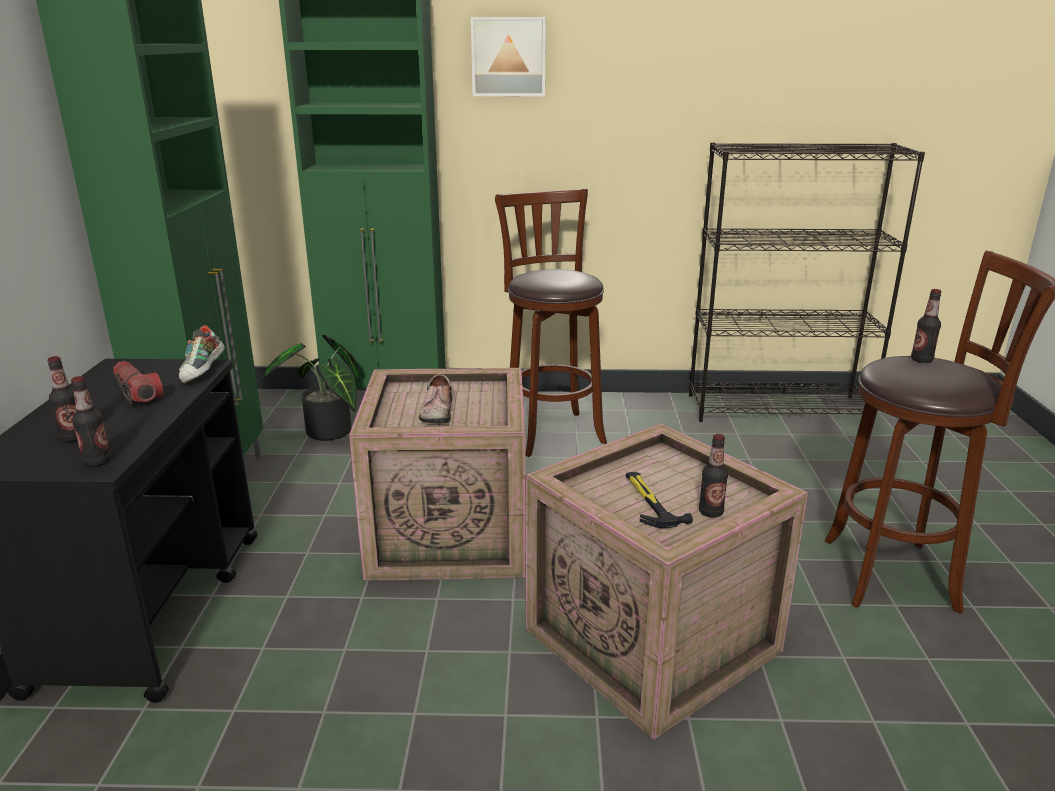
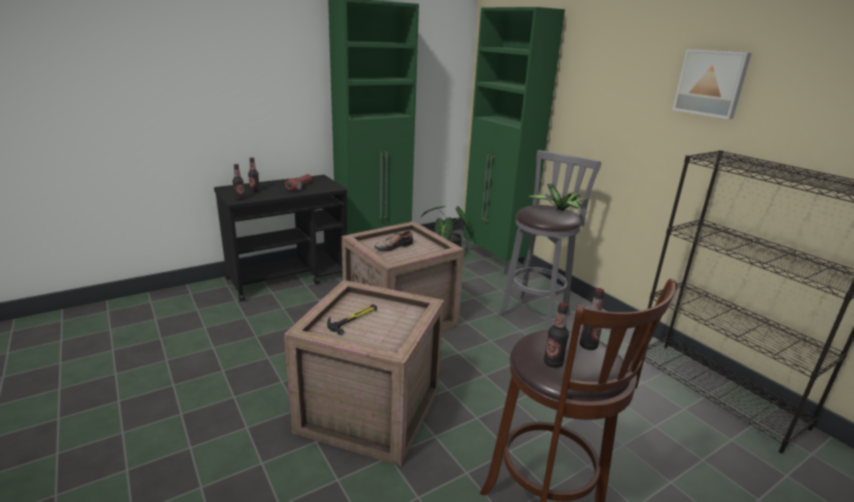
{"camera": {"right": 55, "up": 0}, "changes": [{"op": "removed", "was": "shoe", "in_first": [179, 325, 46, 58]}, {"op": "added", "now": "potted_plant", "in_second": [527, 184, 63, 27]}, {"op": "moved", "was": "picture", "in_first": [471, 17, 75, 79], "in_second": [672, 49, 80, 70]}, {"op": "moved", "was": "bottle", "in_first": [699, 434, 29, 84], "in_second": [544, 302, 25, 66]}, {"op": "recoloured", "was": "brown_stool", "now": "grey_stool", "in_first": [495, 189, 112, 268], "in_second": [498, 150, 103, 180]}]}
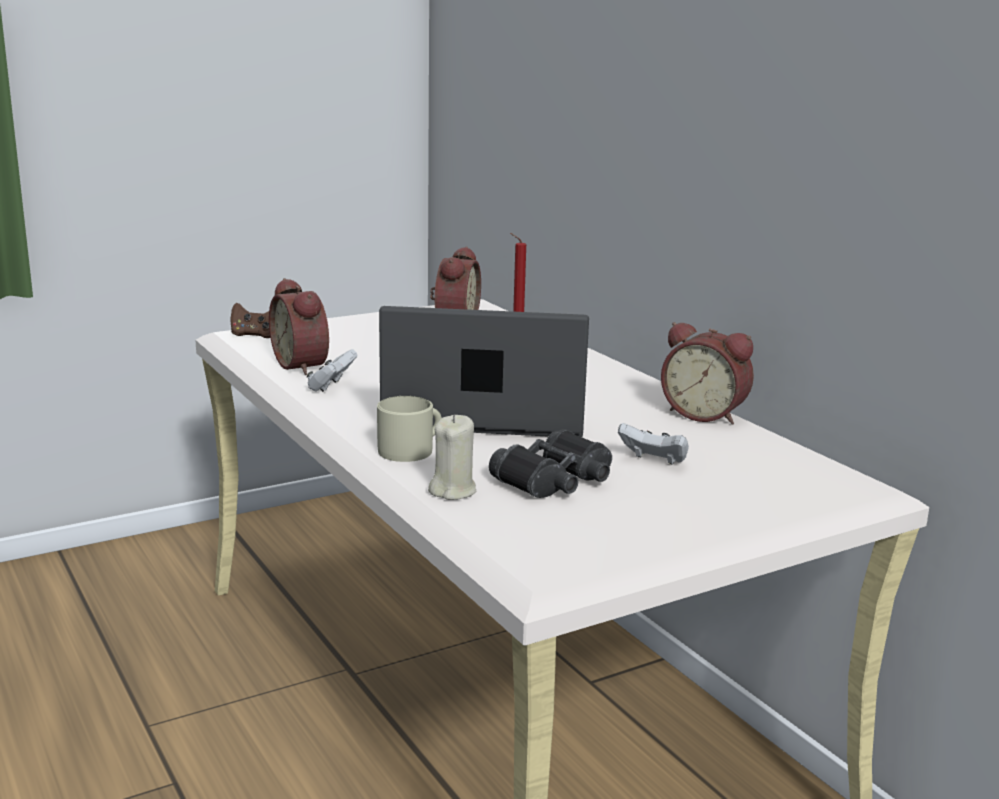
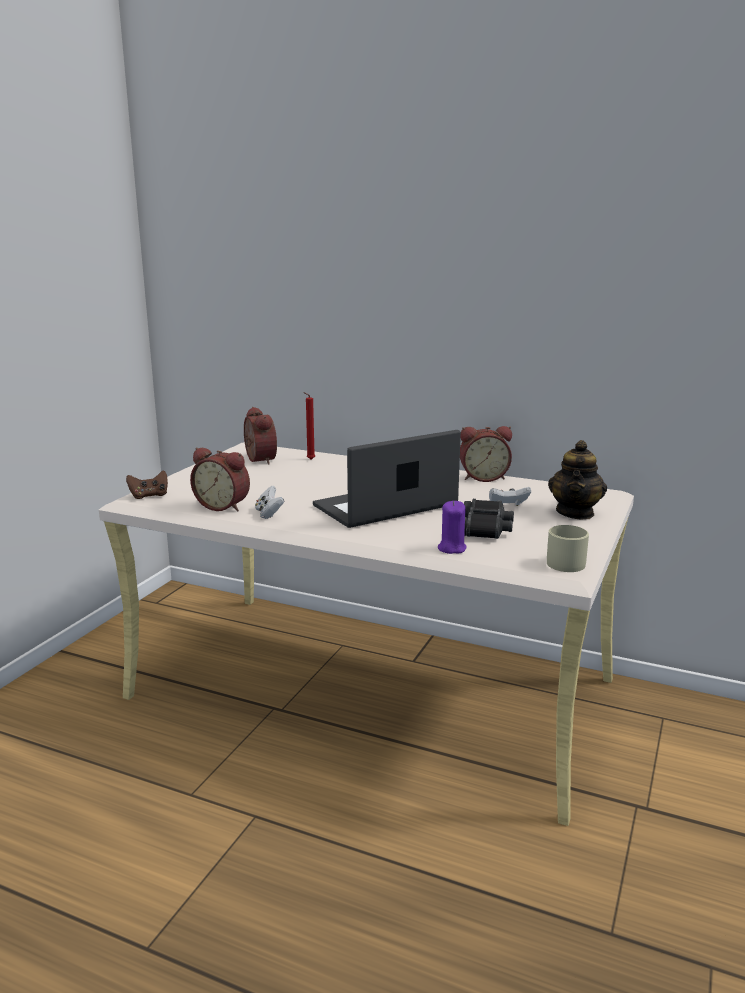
{"camera": {"right": -35, "up": 0}, "changes": [{"op": "added", "now": "teapot", "in_second": [548, 440, 59, 79]}, {"op": "moved", "was": "beige_mug", "in_first": [377, 396, 65, 66], "in_second": [547, 525, 42, 47]}, {"op": "recoloured", "was": "beige_candle", "now": "purple_candle", "in_first": [428, 414, 48, 86], "in_second": [438, 501, 29, 53]}]}
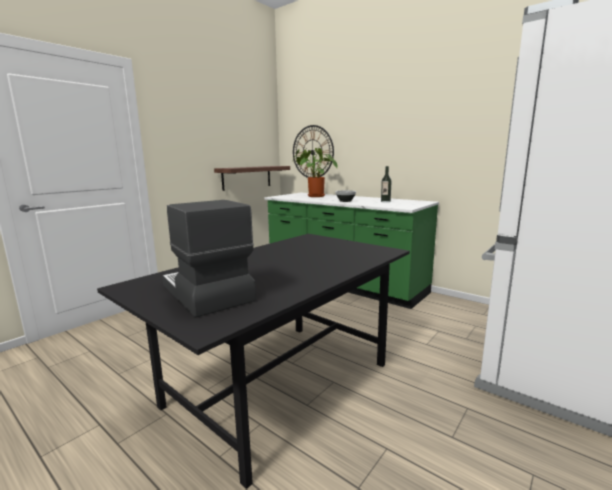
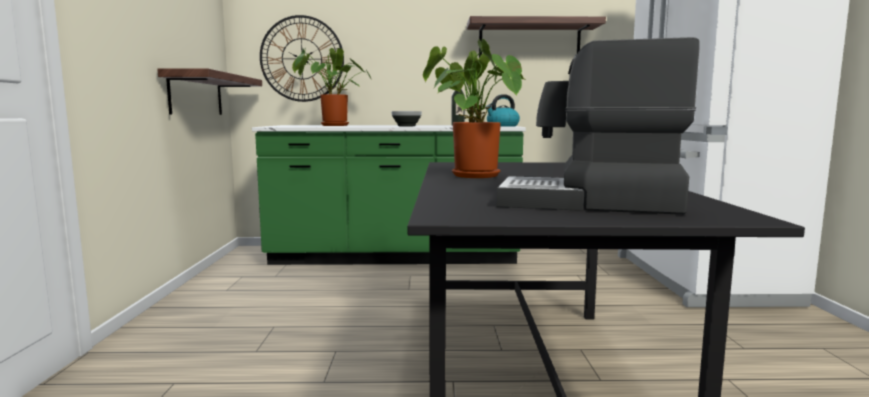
{"camera": {"right": -40, "up": -5}, "changes": [{"op": "added", "now": "potted_plant", "in_second": [423, 38, 104, 140]}, {"op": "added", "now": "shelf", "in_second": [467, 16, 139, 42]}, {"op": "added", "now": "kettle", "in_second": [485, 94, 35, 33]}]}
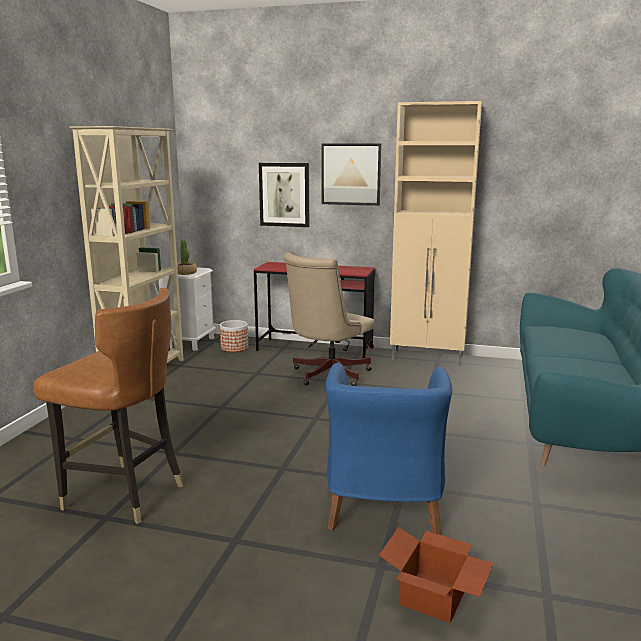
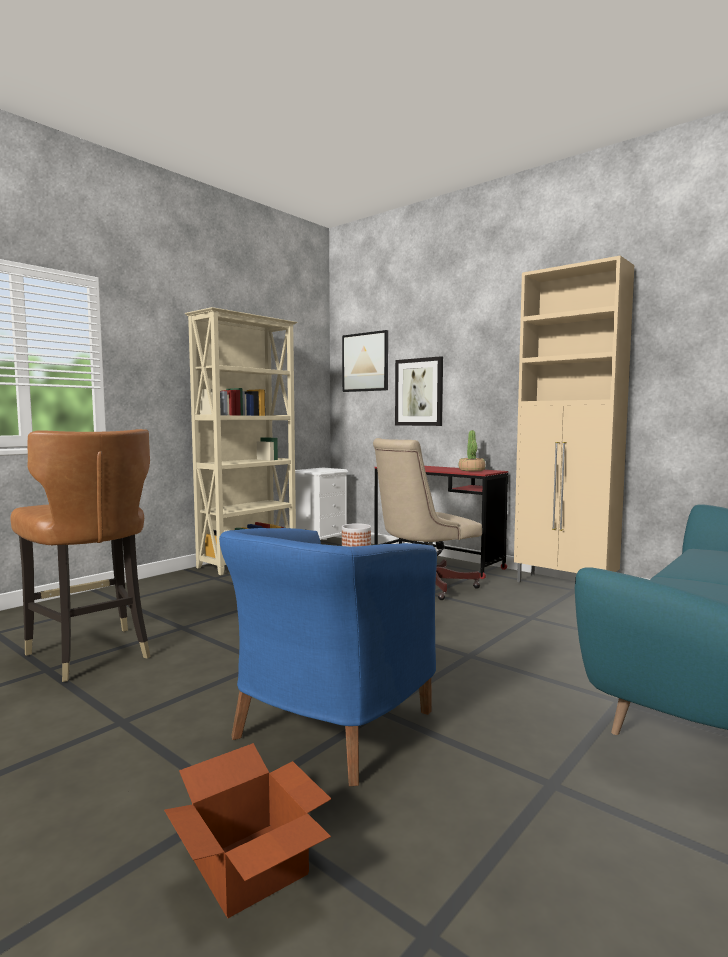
{"camera": {"right": 25, "up": -10}, "changes": [{"op": "moved", "was": "potted_plant", "in_first": [177, 240, 20, 35], "in_second": [458, 430, 28, 41]}, {"op": "moved", "was": "picture", "in_first": [321, 143, 60, 63], "in_second": [342, 330, 46, 62]}]}
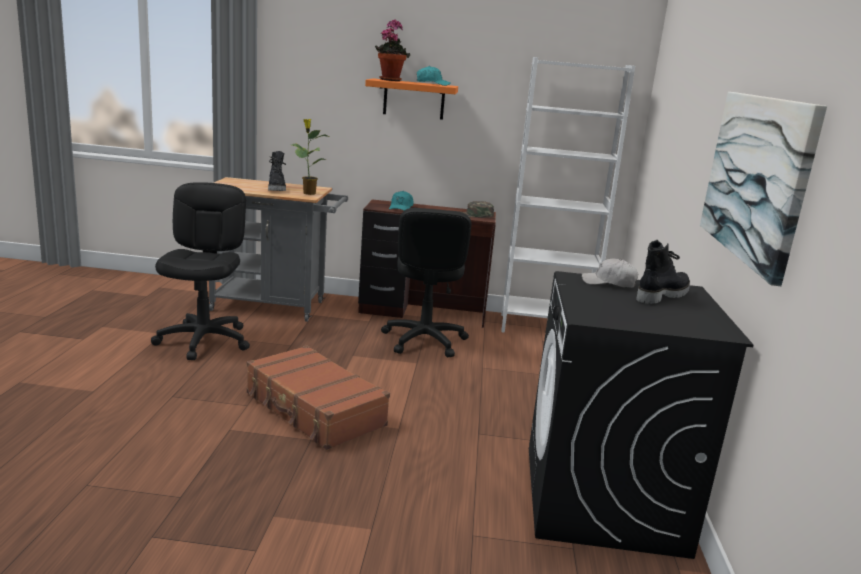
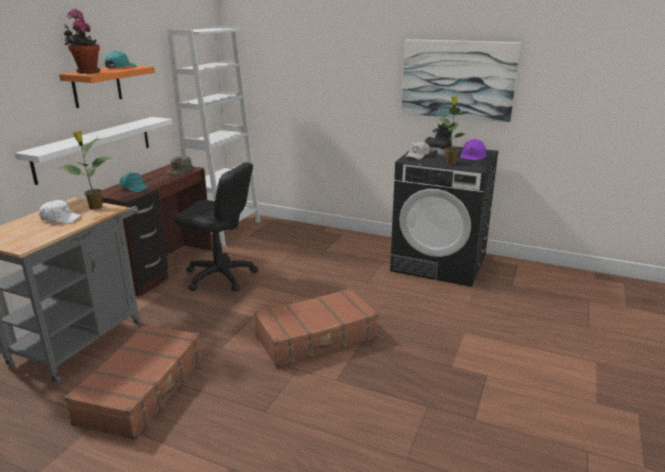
{"camera": {"right": -70, "up": 5}, "changes": [{"op": "added", "now": "white_shelf", "in_second": [15, 117, 158, 68]}, {"op": "added", "now": "potted_plant", "in_second": [438, 96, 34, 68]}, {"op": "added", "now": "purple_hard_hat", "in_second": [460, 139, 27, 21]}, {"op": "replaced", "was": "black_office_chair", "now": "brown_suitcase", "in_first": [151, 182, 99, 178], "in_second": [64, 324, 139, 116]}, {"op": "replaced", "was": "black_boot", "now": "white_cap", "in_first": [268, 151, 18, 40], "in_second": [39, 200, 43, 24]}]}
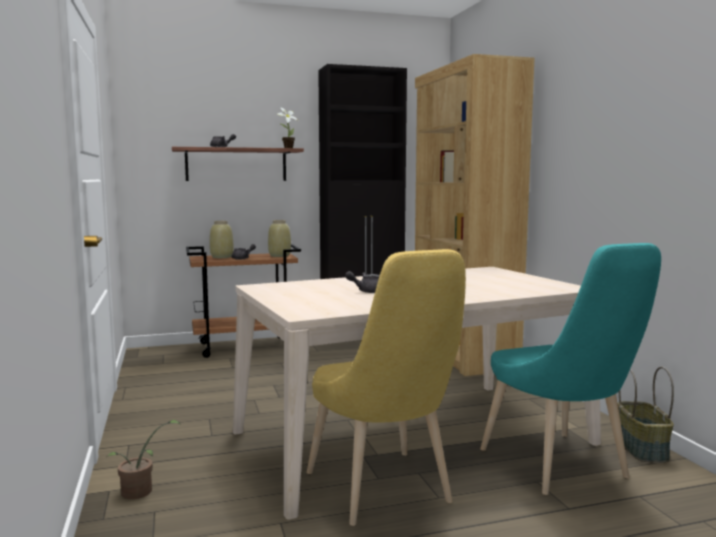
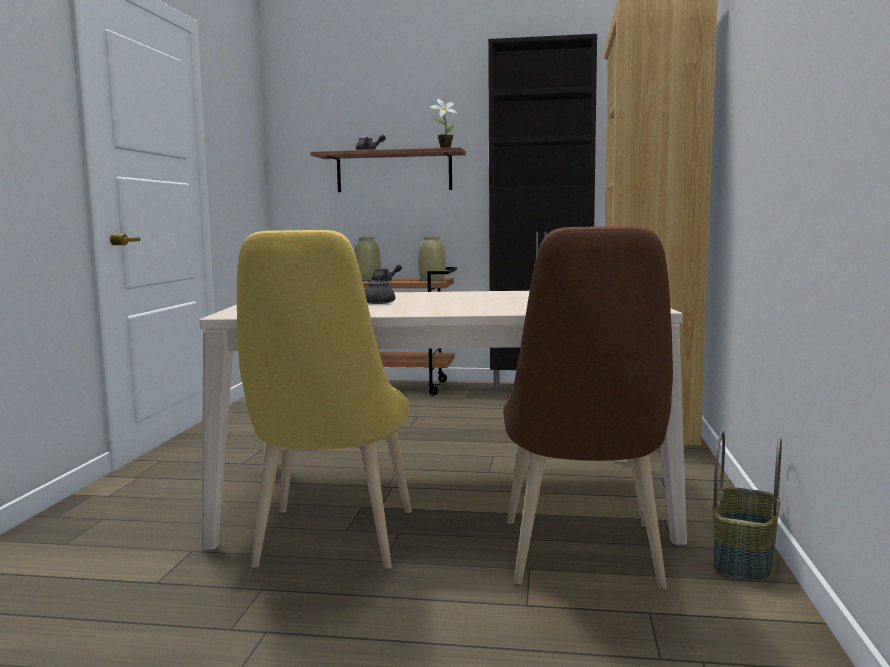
{"camera": {"right": 25, "up": 0}, "changes": [{"op": "removed", "was": "potted_plant", "in_first": [107, 420, 74, 79]}, {"op": "recoloured", "was": "turquoise_chair", "now": "brown_chair", "in_first": [480, 243, 181, 252], "in_second": [503, 226, 170, 363]}]}
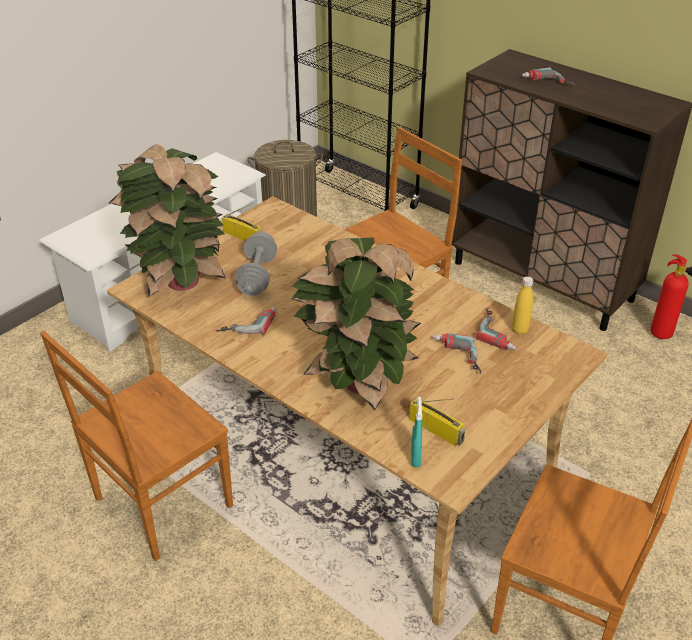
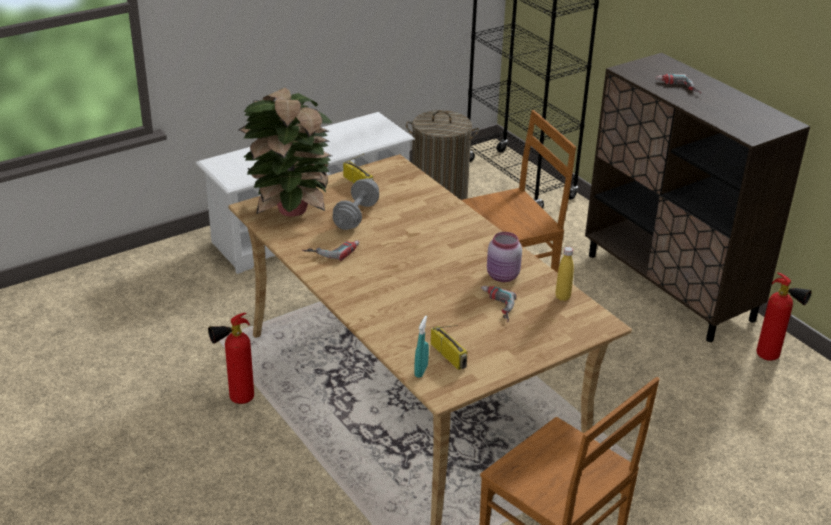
{"camera": {"right": 15, "up": -5}, "changes": [{"op": "removed", "was": "potted_plant", "in_first": [292, 238, 129, 172]}, {"op": "removed", "was": "power_drill", "in_first": [476, 307, 40, 43]}, {"op": "added", "now": "pink_jar", "in_second": [487, 232, 35, 50]}, {"op": "replaced", "was": "brown_chair", "now": "fire_extinguisher", "in_first": [40, 331, 193, 230], "in_second": [208, 313, 46, 91]}]}
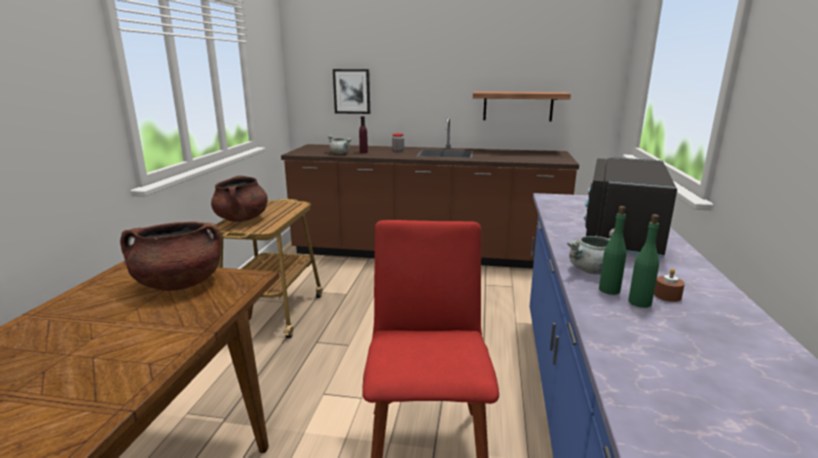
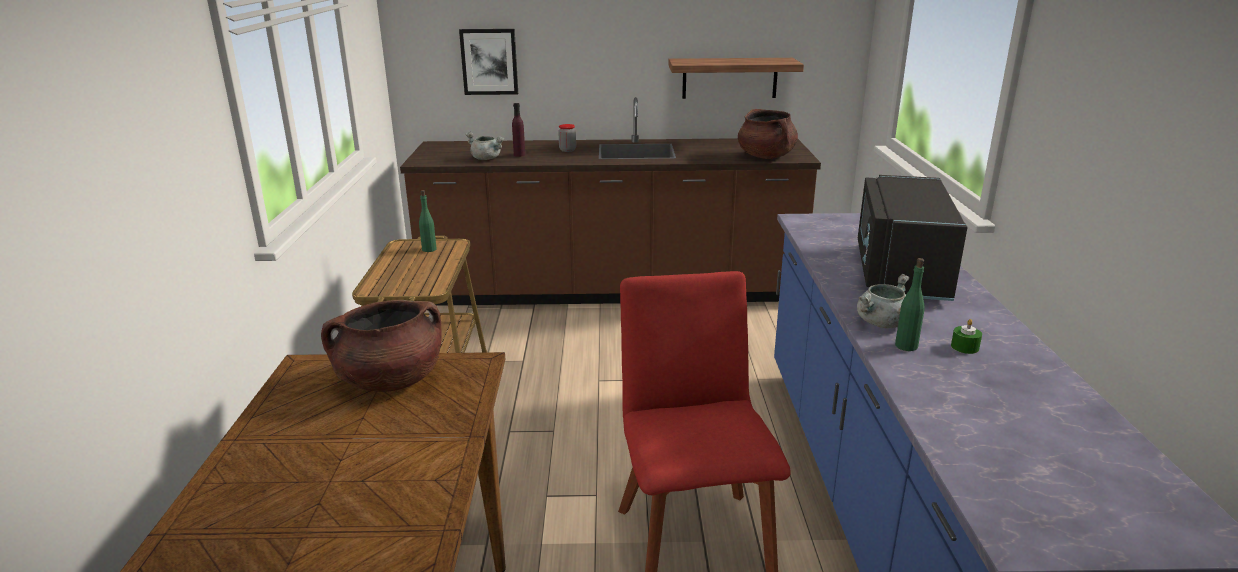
{"camera": {"right": -10, "up": 5}, "changes": [{"op": "moved", "was": "brown_cooking_pot", "in_first": [211, 175, 57, 47], "in_second": [738, 109, 60, 50]}, {"op": "moved", "was": "green_bottle", "in_first": [628, 214, 31, 94], "in_second": [419, 190, 18, 62]}, {"op": "recoloured", "was": "brown_candle", "now": "green_candle", "in_first": [654, 269, 31, 33], "in_second": [951, 319, 31, 35]}]}
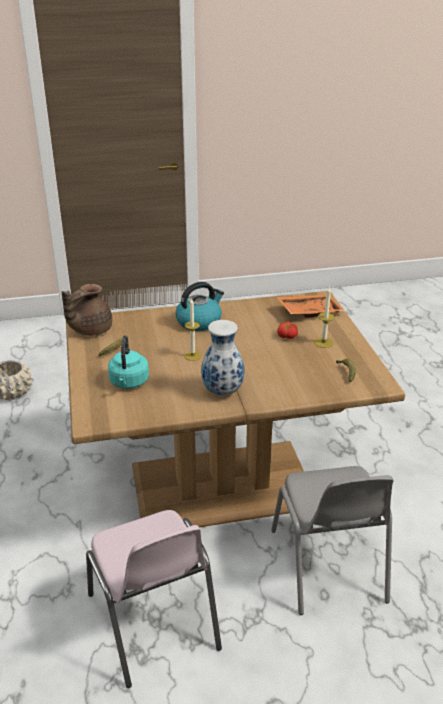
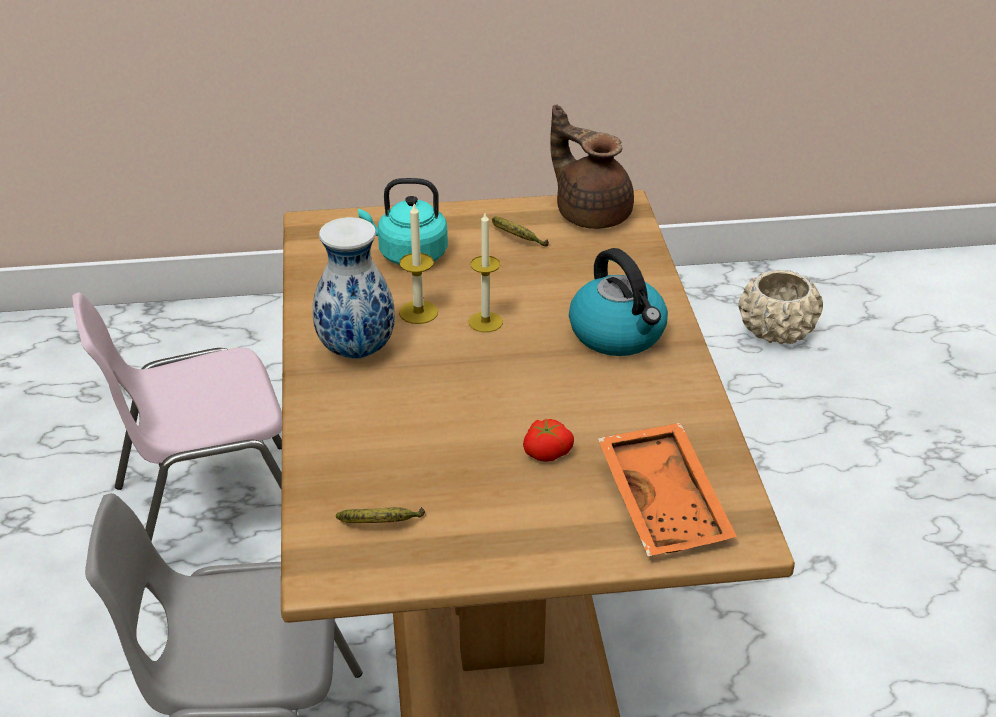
{"camera": {"right": 95, "up": 5}, "changes": [{"op": "moved", "was": "candle", "in_first": [314, 287, 21, 61], "in_second": [399, 204, 39, 120]}]}
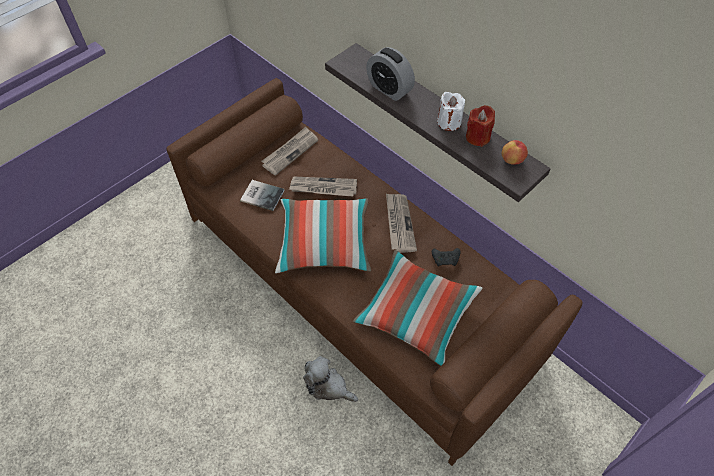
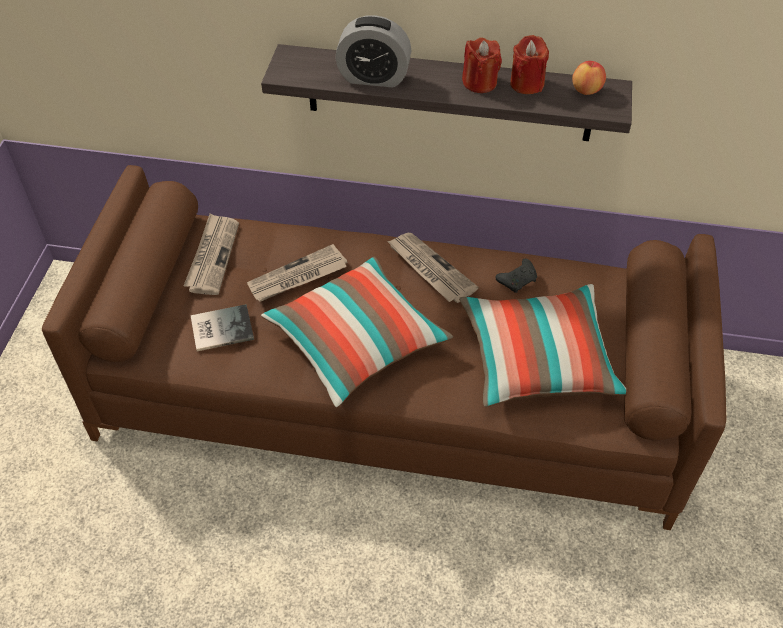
{"camera": {"right": -35, "up": -5}, "changes": [{"op": "removed", "was": "plush_toy", "in_first": [303, 356, 55, 46]}, {"op": "recoloured", "was": "white_candle", "now": "red_candle", "in_first": [437, 92, 28, 39], "in_second": [462, 37, 40, 56]}]}
